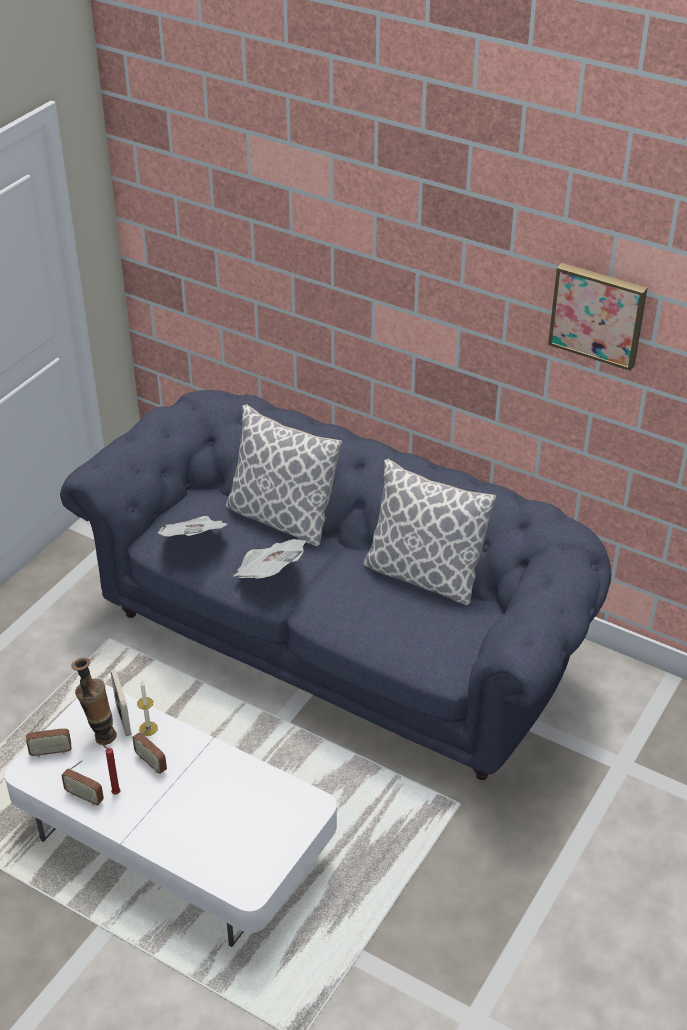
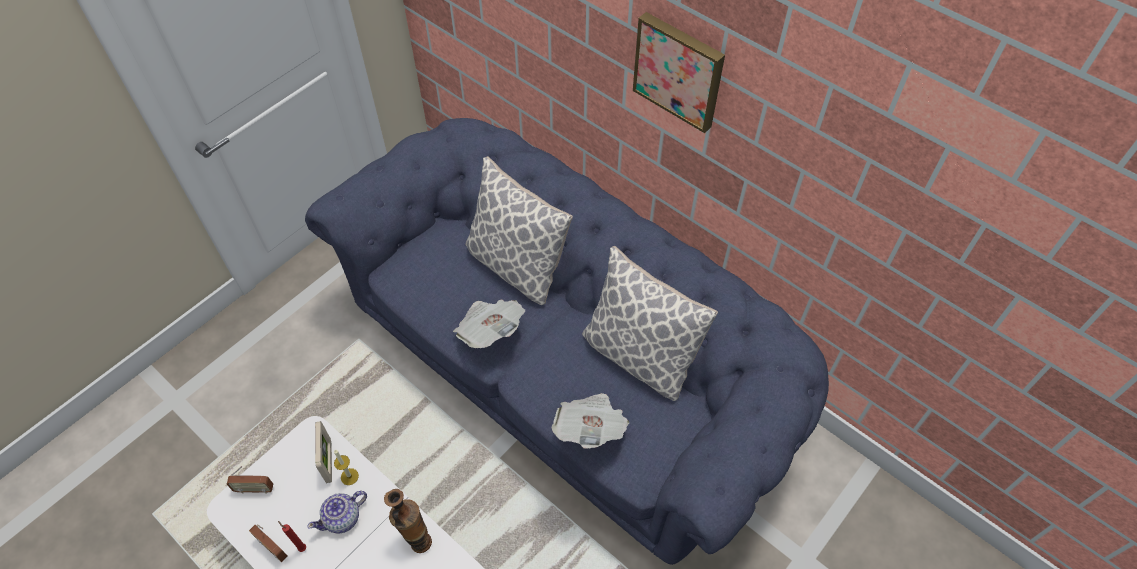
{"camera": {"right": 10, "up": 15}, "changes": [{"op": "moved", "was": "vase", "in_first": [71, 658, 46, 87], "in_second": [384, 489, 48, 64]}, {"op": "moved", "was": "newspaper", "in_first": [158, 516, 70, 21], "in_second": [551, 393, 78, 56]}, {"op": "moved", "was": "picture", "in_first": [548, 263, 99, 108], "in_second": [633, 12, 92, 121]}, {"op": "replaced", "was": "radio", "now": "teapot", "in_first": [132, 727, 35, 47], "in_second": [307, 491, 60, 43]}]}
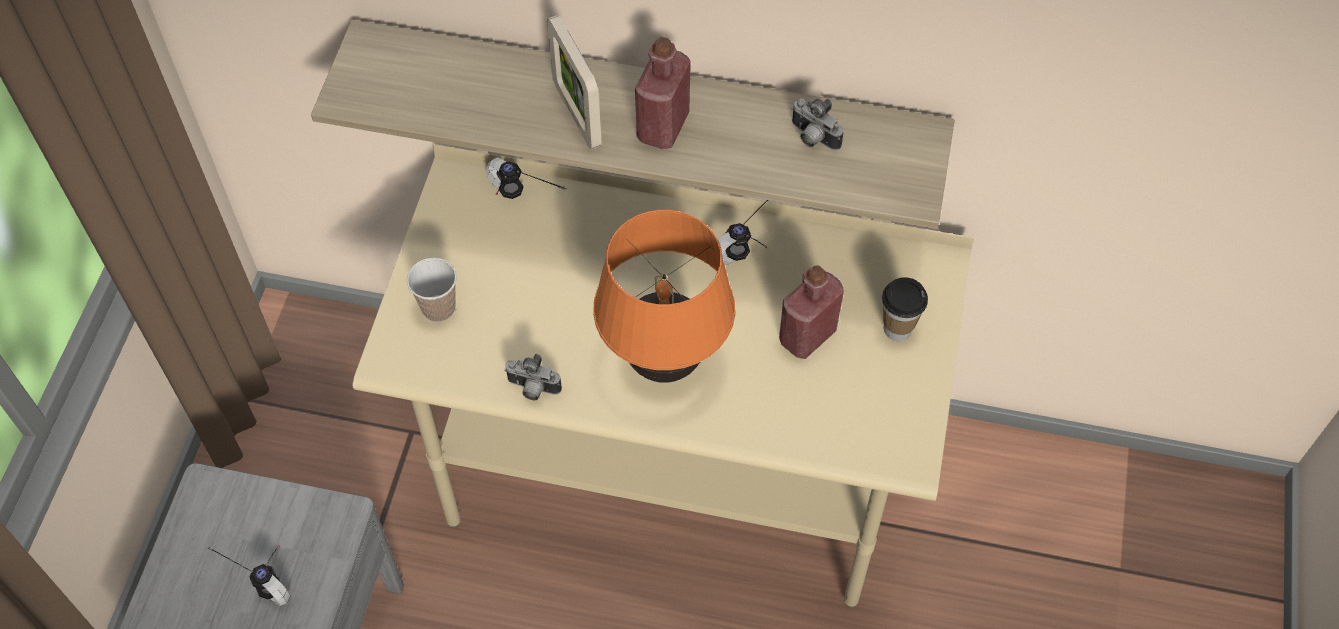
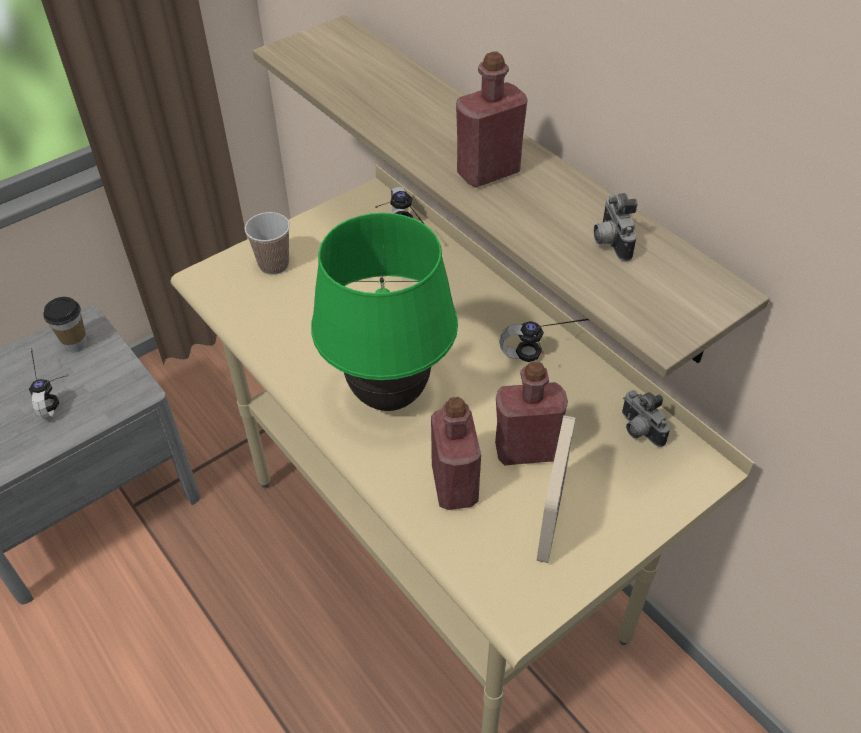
{"camera": {"right": 40, "up": -10}, "changes": [{"op": "added", "now": "red_bottle", "in_second": [431, 397, 50, 113]}, {"op": "moved", "was": "photo_camera", "in_first": [504, 354, 58, 46], "in_second": [622, 390, 48, 57]}, {"op": "moved", "was": "picture_frame", "in_first": [547, 15, 55, 134], "in_second": [537, 415, 38, 148]}, {"op": "moved", "was": "cup", "in_first": [882, 277, 46, 64], "in_second": [43, 297, 44, 55]}, {"op": "recoloured", "was": "orange_table_lamp", "now": "green_table_lamp", "in_first": [593, 210, 142, 173], "in_second": [311, 213, 147, 198]}]}
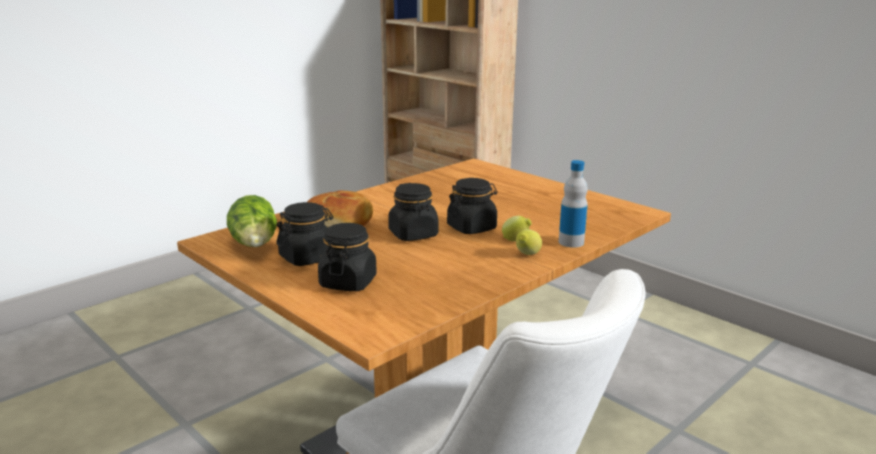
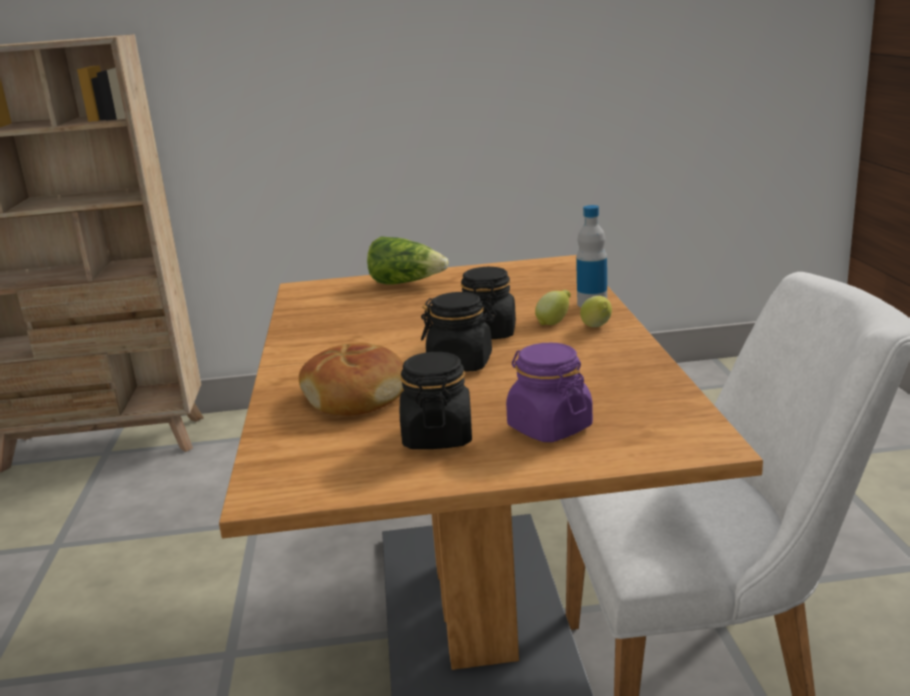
{"camera": {"right": -50, "up": 0}, "changes": [{"op": "moved", "was": "lettuce", "in_first": [227, 195, 50, 52], "in_second": [367, 236, 82, 49]}, {"op": "recoloured", "was": "black_jar", "now": "purple_jar", "in_first": [318, 223, 59, 68], "in_second": [506, 343, 87, 99]}]}
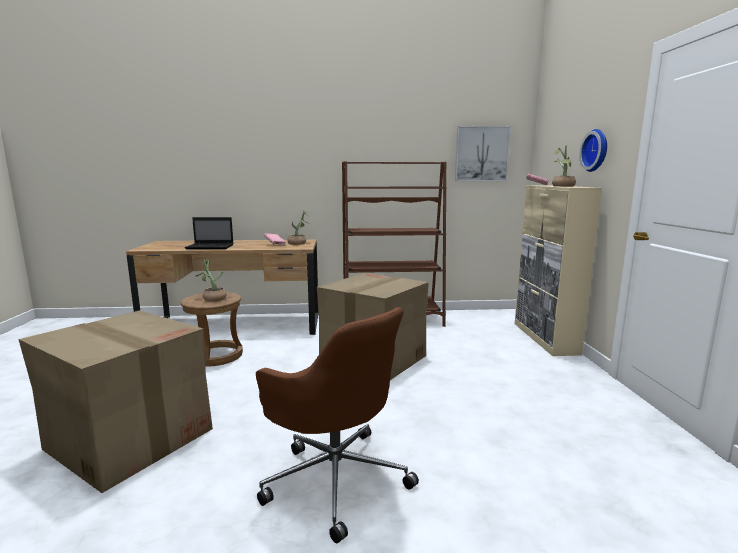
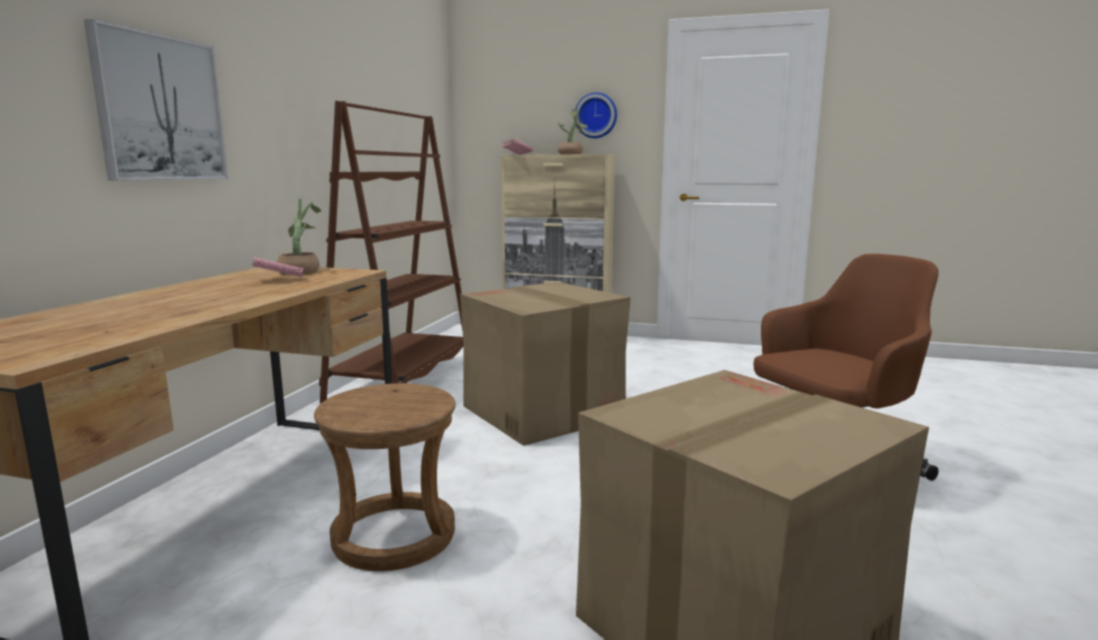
{"camera": {"right": -70, "up": 0}, "changes": [{"op": "removed", "was": "laptop", "in_first": [185, 217, 49, 32]}, {"op": "removed", "was": "potted_plant", "in_first": [196, 259, 31, 43]}, {"op": "moved", "was": "picture", "in_first": [455, 126, 56, 55], "in_second": [84, 19, 144, 162]}]}
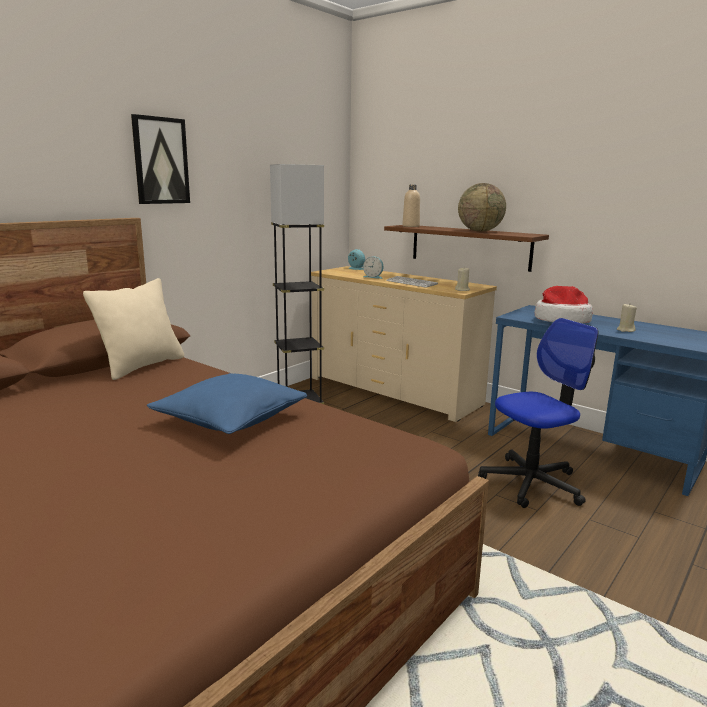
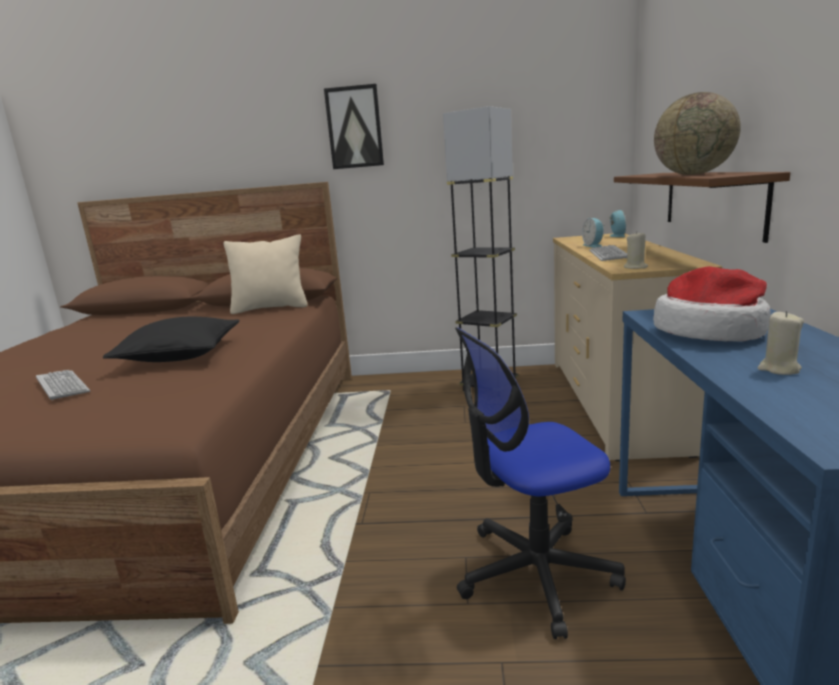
{"camera": {"right": 55, "up": 0}, "changes": [{"op": "removed", "was": "beige_bottle", "in_first": [402, 185, 18, 42]}, {"op": "added", "now": "keyboard", "in_second": [36, 370, 55, 30]}, {"op": "recoloured", "was": "blue_pillow", "now": "black_pillow", "in_first": [147, 373, 160, 61], "in_second": [103, 317, 137, 45]}, {"op": "turned", "was": "office_chair", "in_first": [478, 318, 120, 190], "in_second": [455, 327, 171, 312], "clockwise": 135}]}
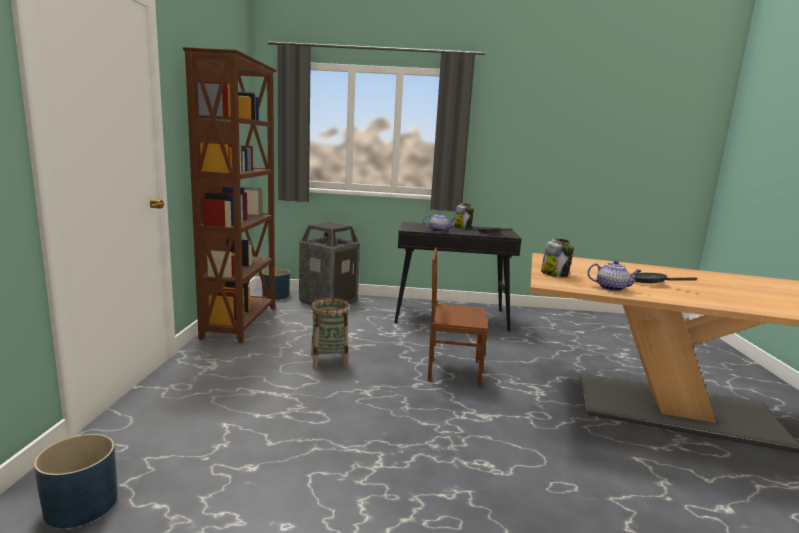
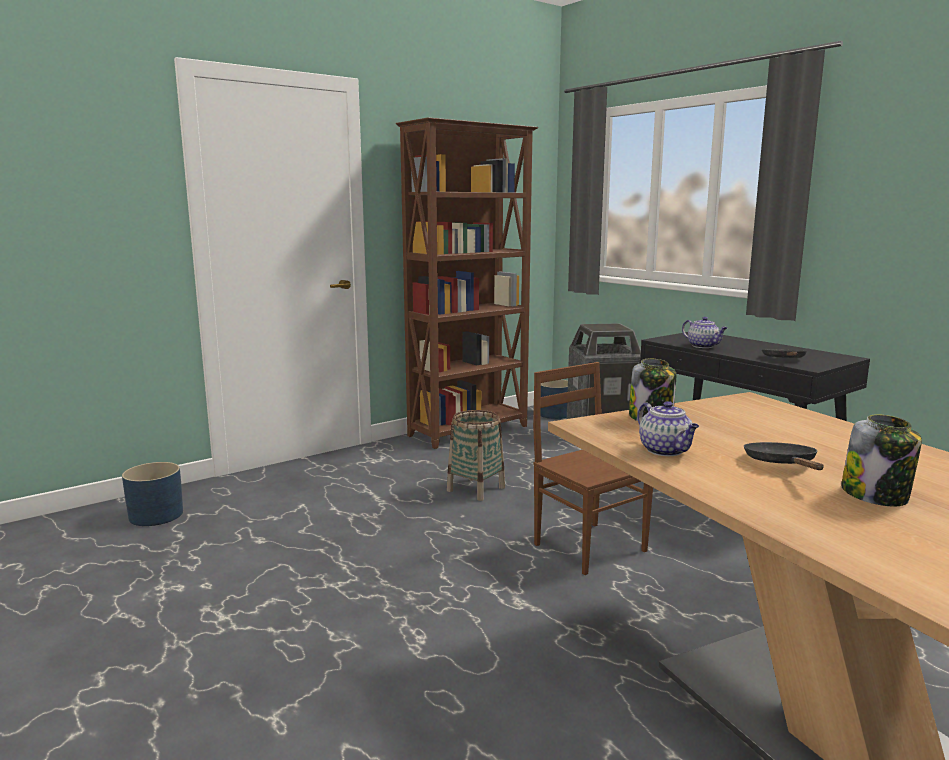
{"camera": {"right": 50, "up": 0}, "changes": [{"op": "moved", "was": "jar", "in_first": [454, 203, 20, 25], "in_second": [841, 414, 81, 92]}]}
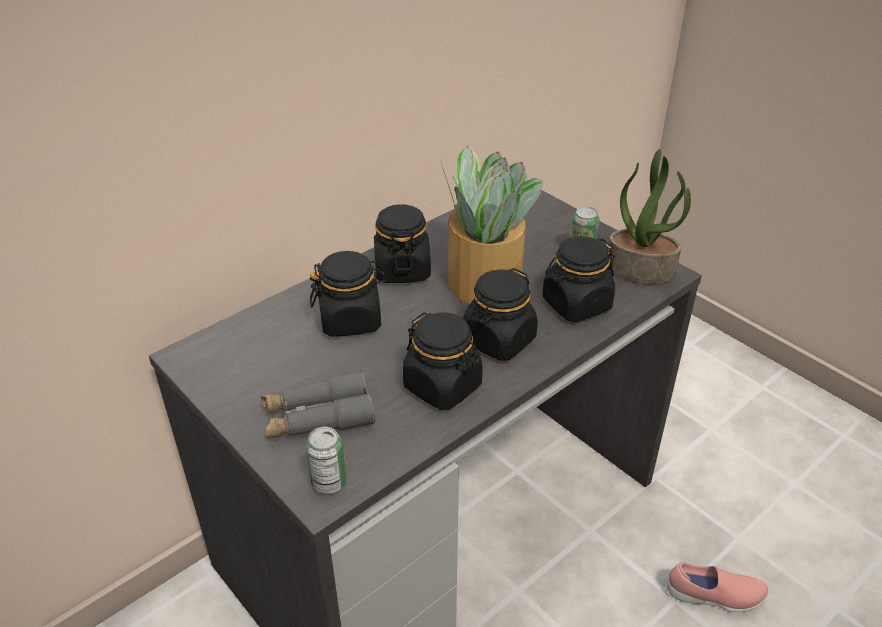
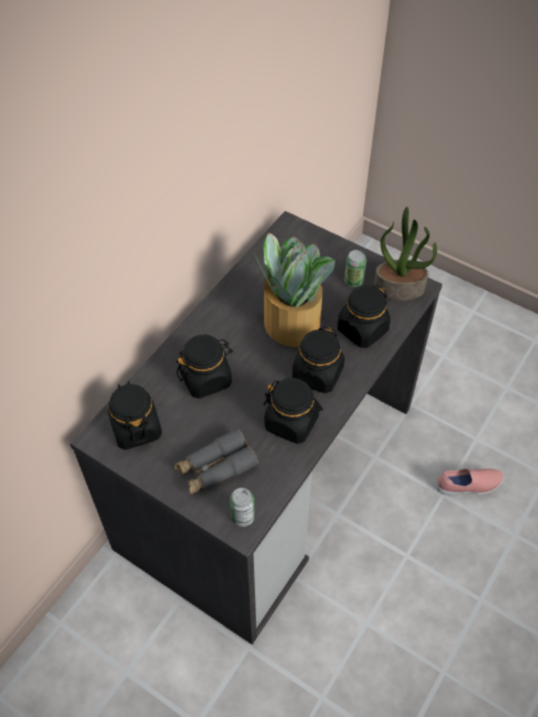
{"camera": {"right": -15, "up": 15}, "changes": [{"op": "moved", "was": "black_jar", "in_first": [374, 204, 57, 79], "in_second": [107, 381, 55, 69]}]}
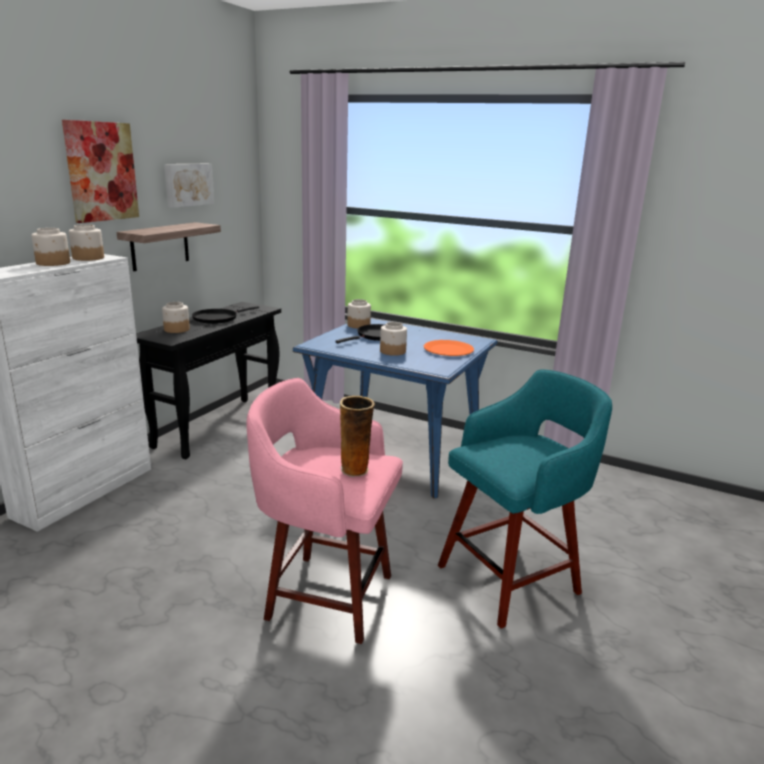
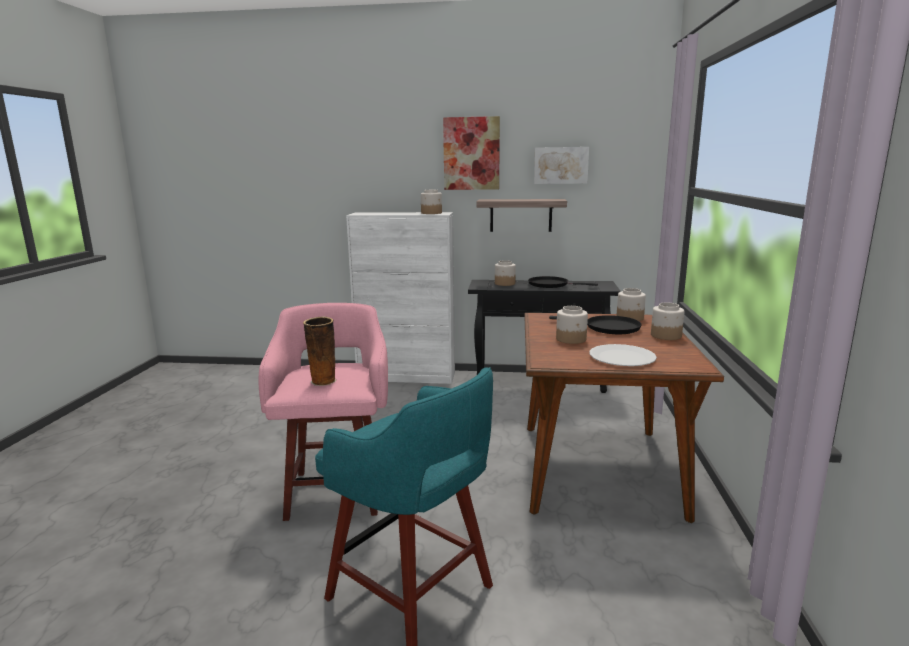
{"camera": {"right": 70, "up": -5}, "changes": [{"op": "moved", "was": "jar", "in_first": [31, 228, 39, 38], "in_second": [651, 303, 33, 37]}, {"op": "recoloured", "was": "blue_dining_table", "now": "brown_dining_table", "in_first": [293, 318, 205, 180], "in_second": [524, 313, 200, 210]}, {"op": "recoloured", "was": "orange_plate", "now": "white_plate", "in_first": [424, 340, 50, 16], "in_second": [589, 344, 68, 22]}]}
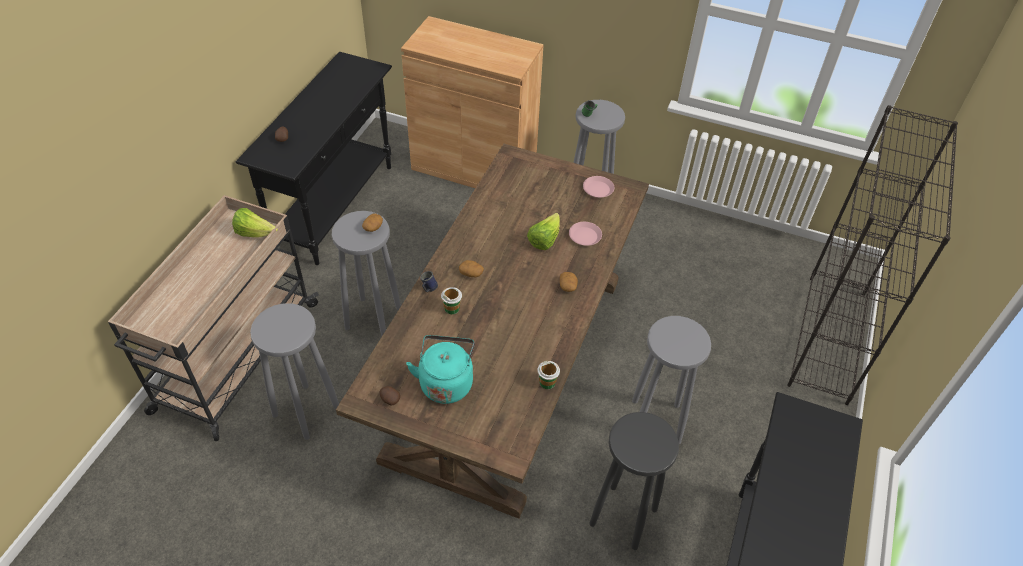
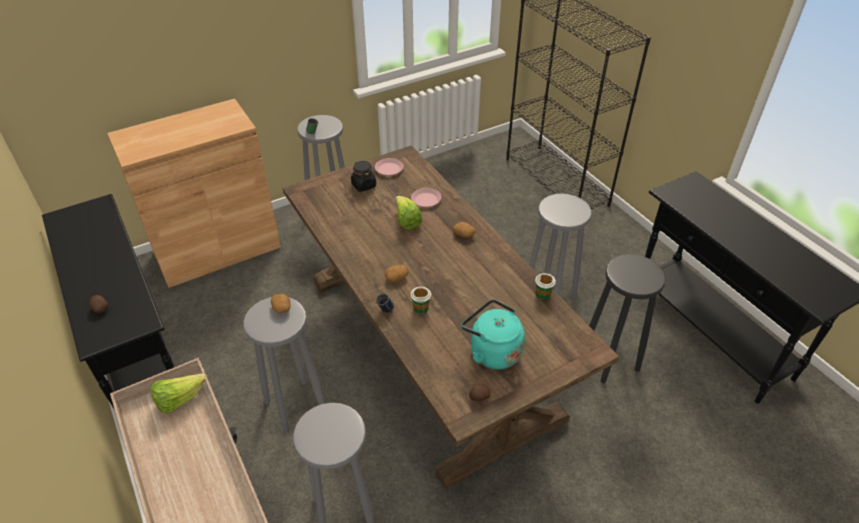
{"camera": {"right": -50, "up": -5}, "changes": [{"op": "added", "now": "black_jar", "in_second": [351, 161, 25, 31]}]}
